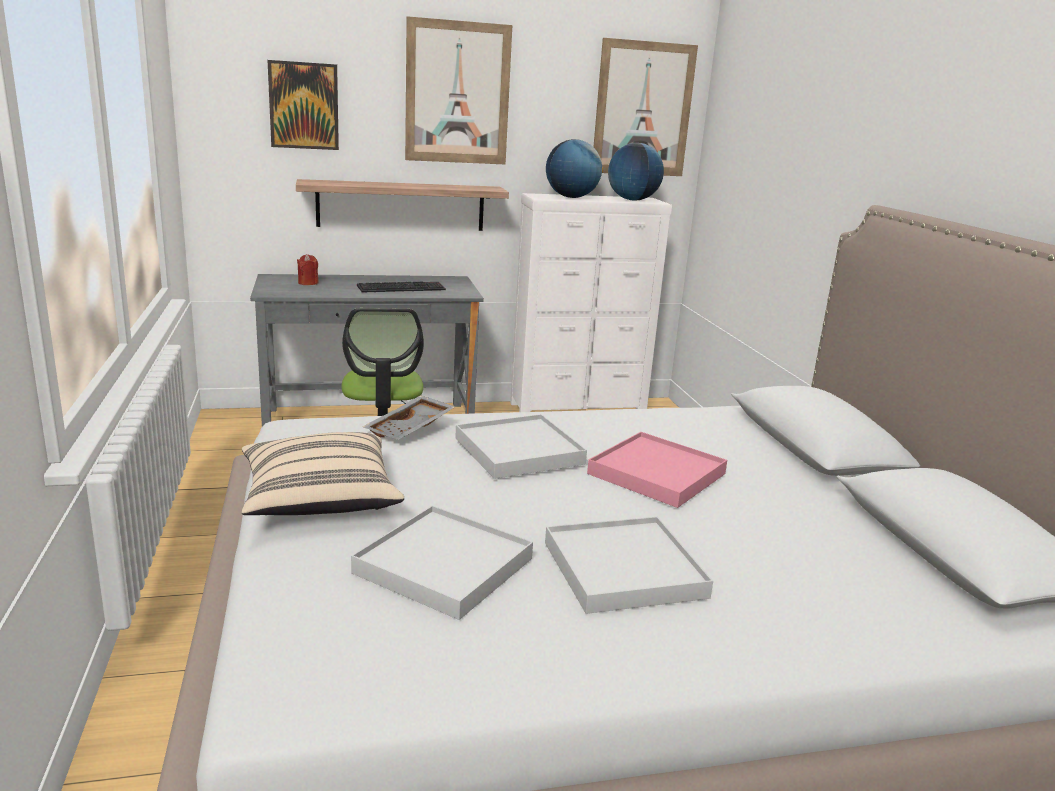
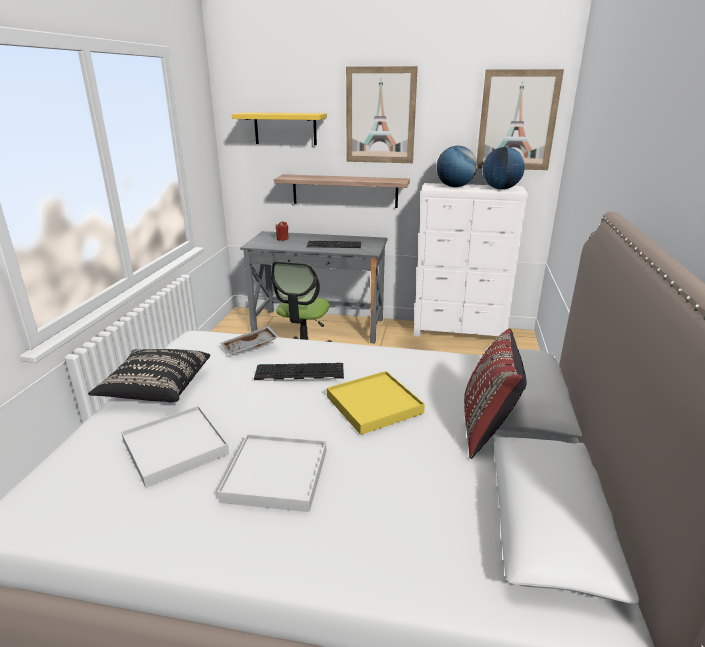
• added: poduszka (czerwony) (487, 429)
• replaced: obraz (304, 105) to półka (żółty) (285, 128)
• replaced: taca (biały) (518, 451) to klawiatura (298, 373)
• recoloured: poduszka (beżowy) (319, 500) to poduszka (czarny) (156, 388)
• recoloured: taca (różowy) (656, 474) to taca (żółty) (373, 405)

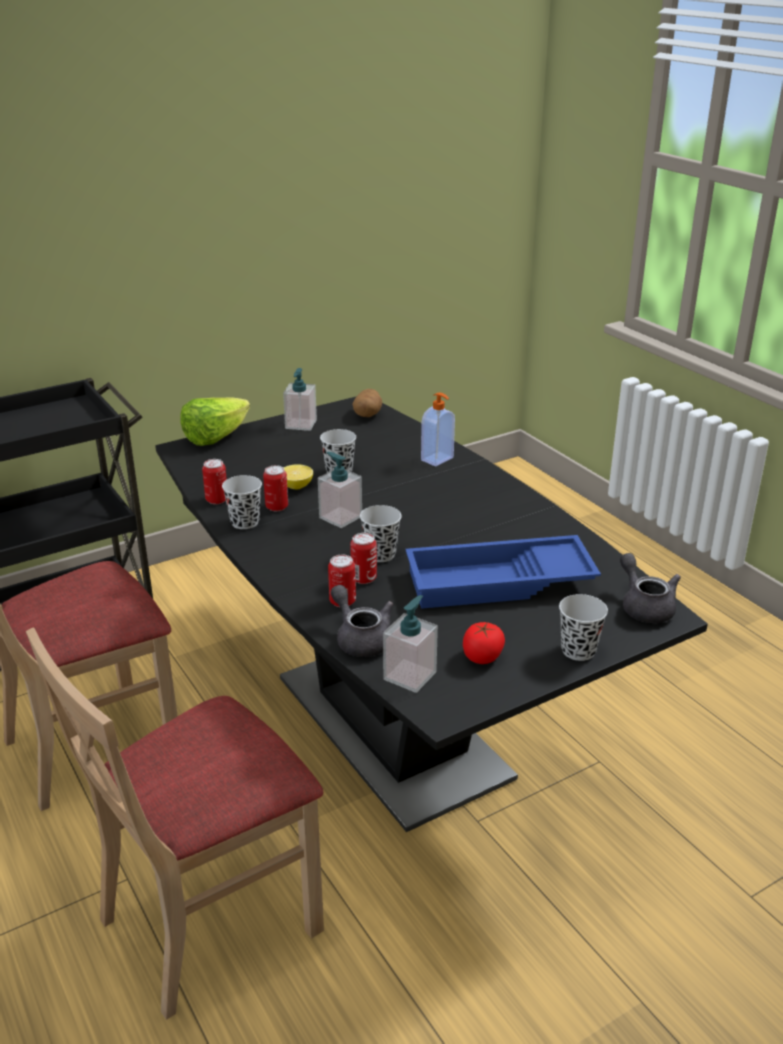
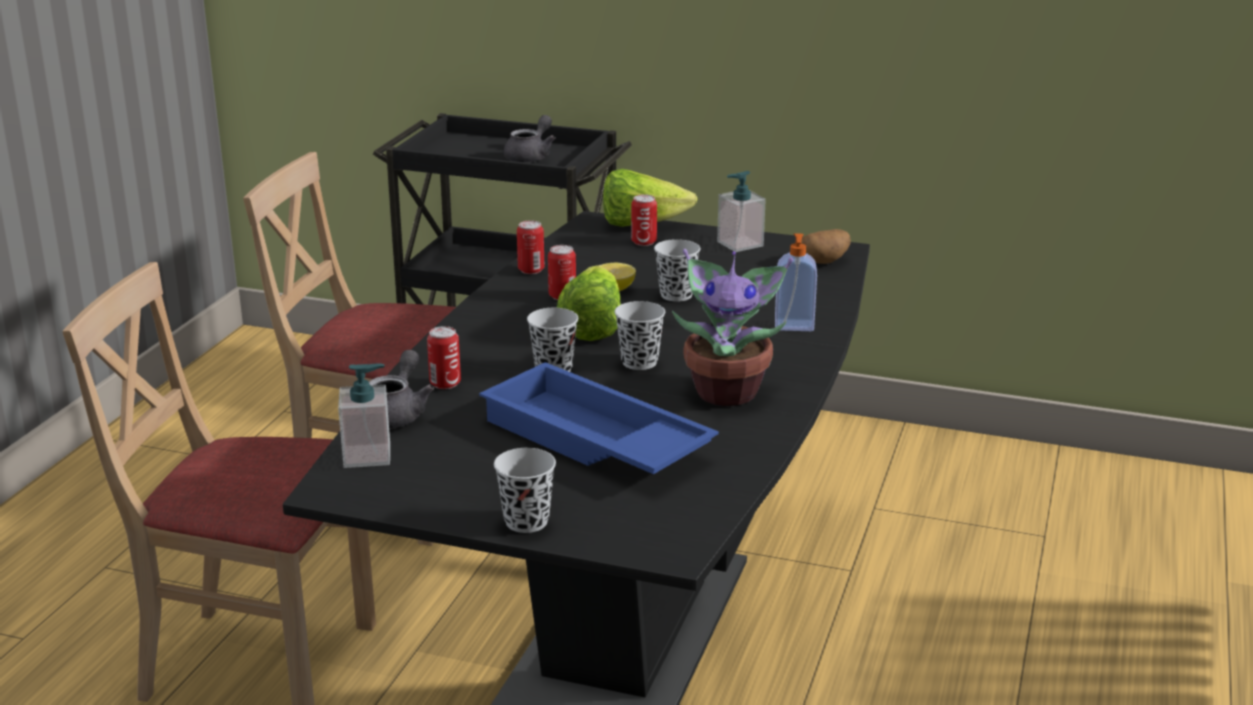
• removed: pomidor (482, 657)
• added: roślina doniczkowa (728, 391)
• moved: filiżanka (czarny) (245, 522) to (639, 362)
• moved: puszka (364, 578) to (644, 242)
• moved: imbryk (szary) (644, 606) to (531, 156)
• replaced: dozownik mydła (340, 517) to sałata (591, 327)

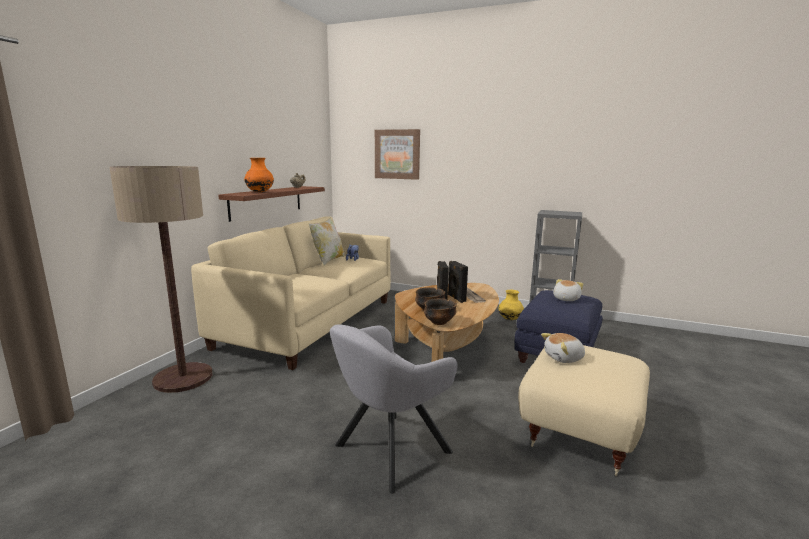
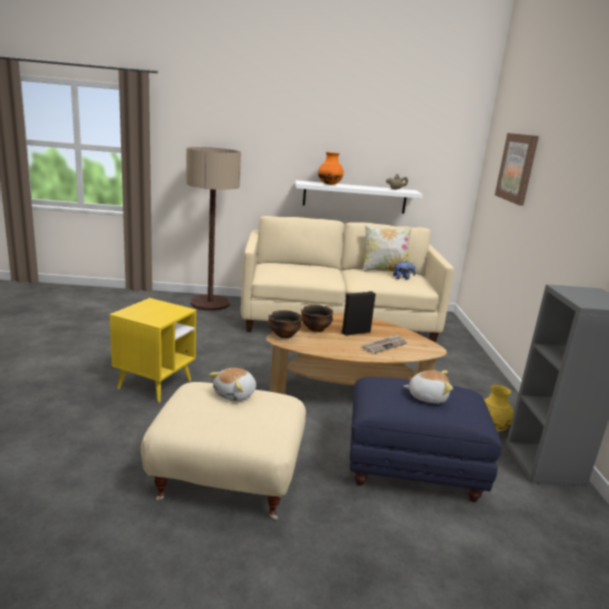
• removed: głośnik (czarny) (456, 298)
• replaced: fotel (szary) (387, 451) to stolik (żółty) (155, 384)
• recoloured: półka (brązowy) (267, 202) to półka (biały) (354, 197)
• turned: pluszak (564, 358) = (235, 395) 105 degrees counterclockwise

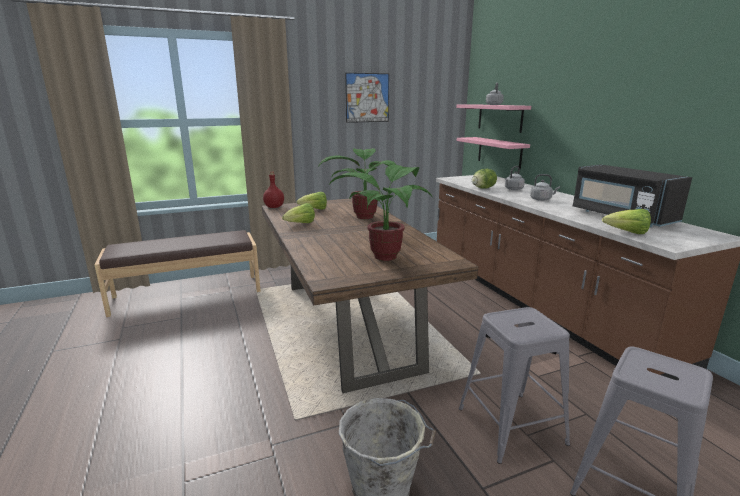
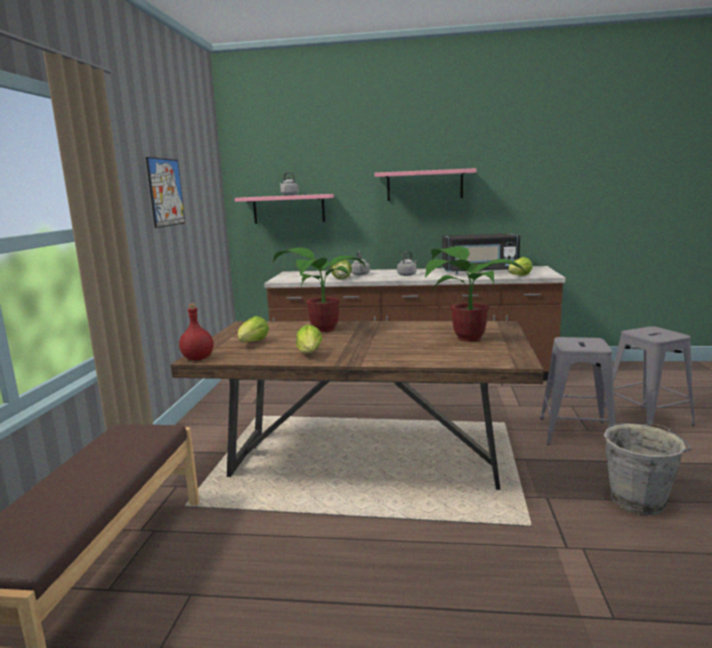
• moved: półka (różowy) (499, 152) to (424, 185)

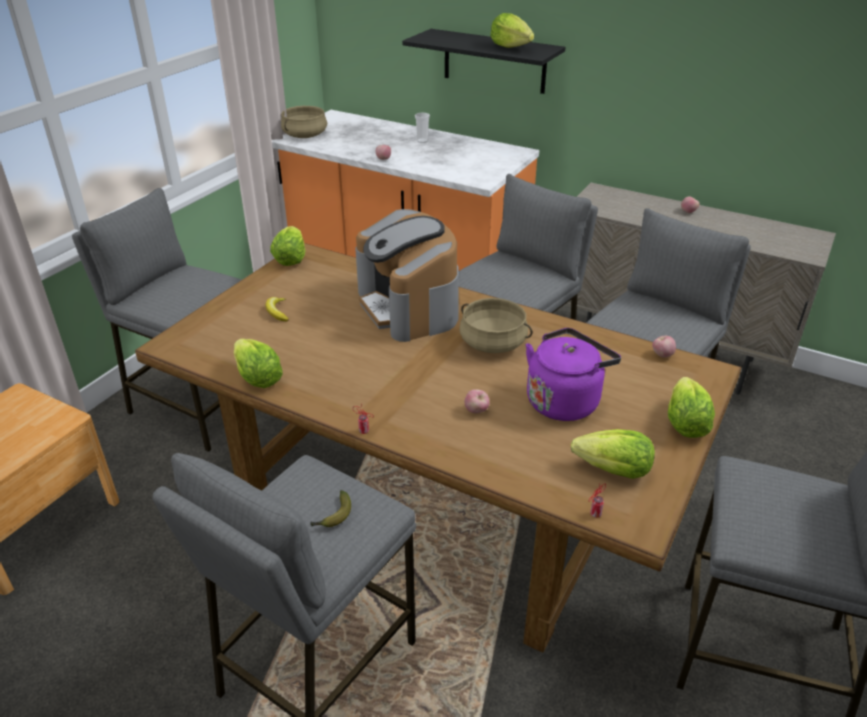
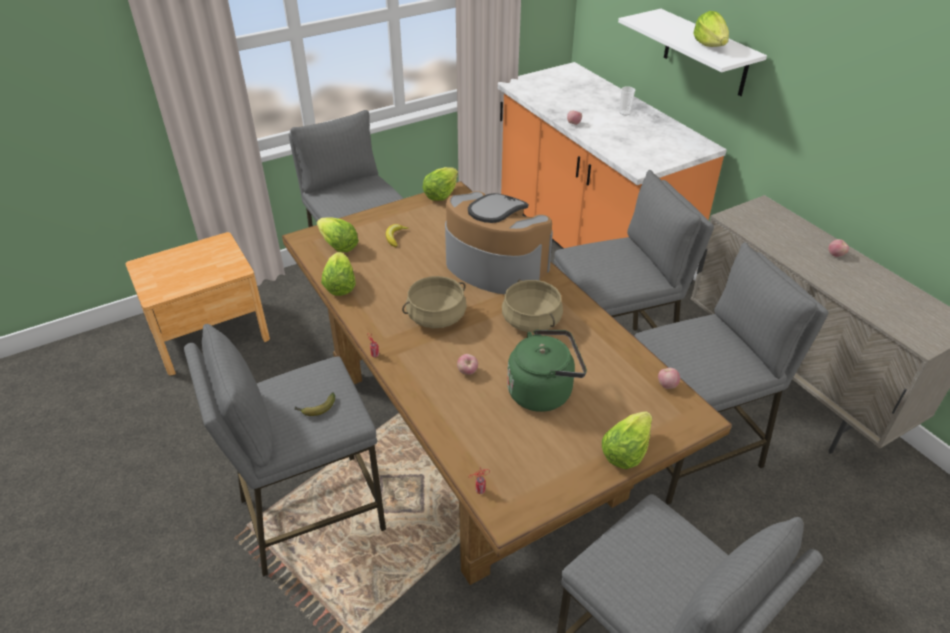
• moved: garnek (beżowy) (304, 135) to (436, 316)
• moved: sałata (614, 470) to (338, 246)
• recoloured: półka (czarny) (494, 61) to półka (biały) (705, 53)
• recoloured: czajnik (fioletowy) (565, 400) to czajnik (zielony) (543, 391)
• turned: ekspres do kawy (409, 307) = (494, 266) 120 degrees clockwise

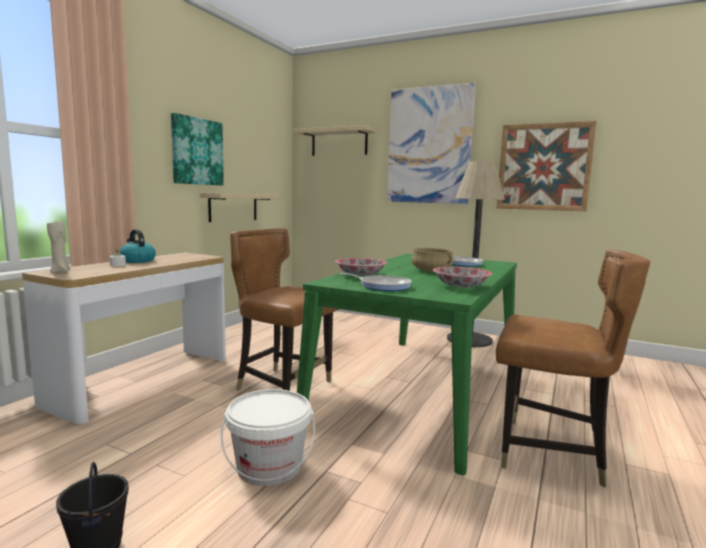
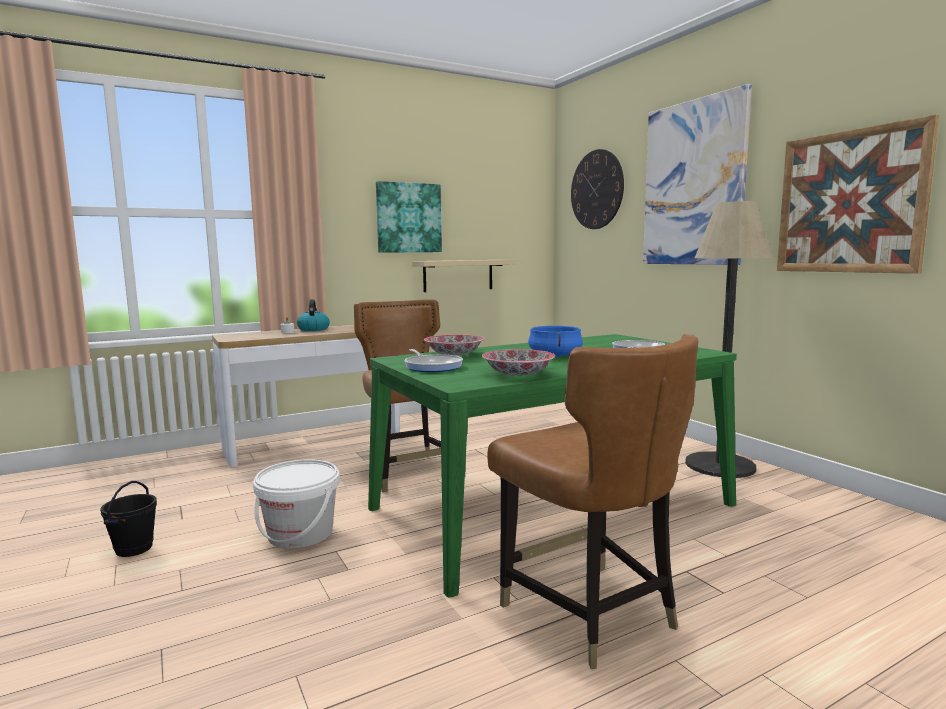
• removed: świeca (beżowy) (60, 272)
• replaced: półka (beżowy) (339, 142) to zegar ścienny (597, 189)
• recoloured: garnek (beżowy) (432, 271) to garnek (niebieski) (555, 356)

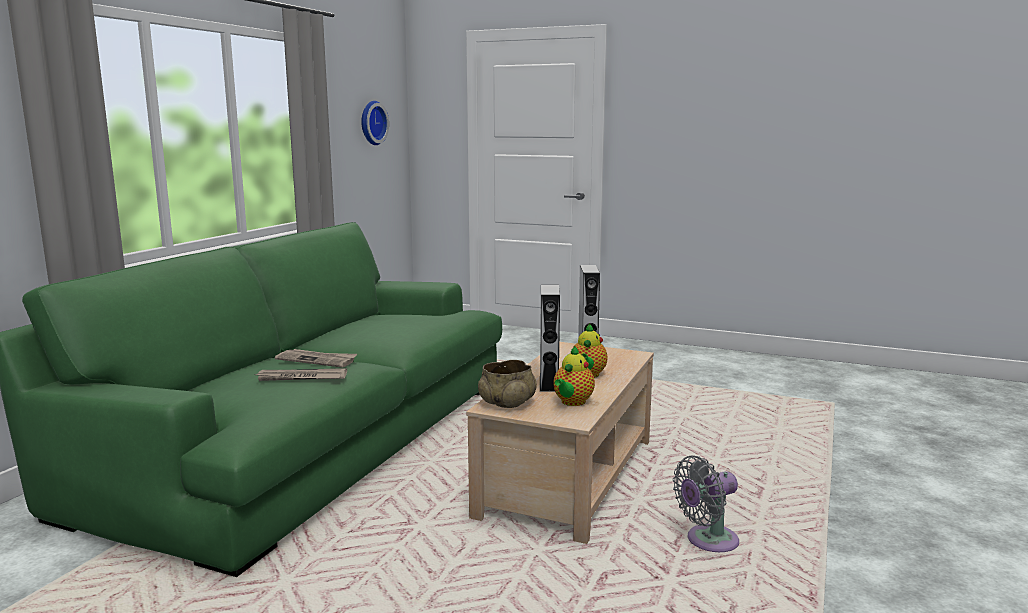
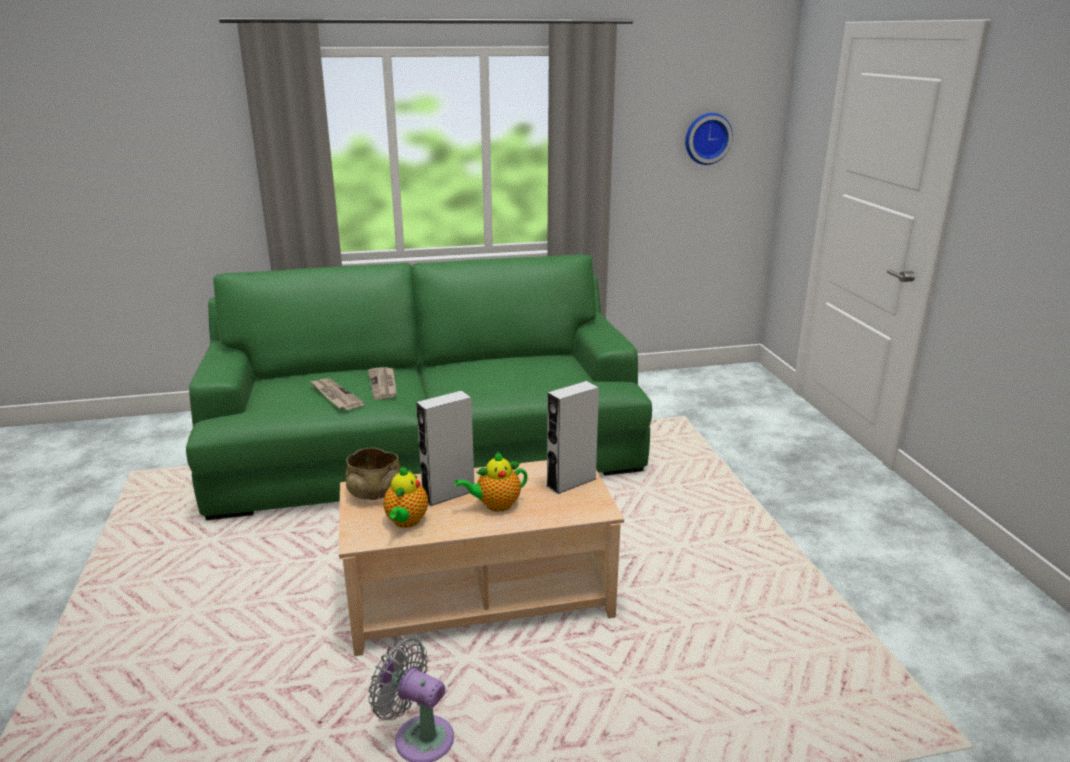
• turned: imbryk (572, 402) = (406, 522) 75 degrees counterclockwise

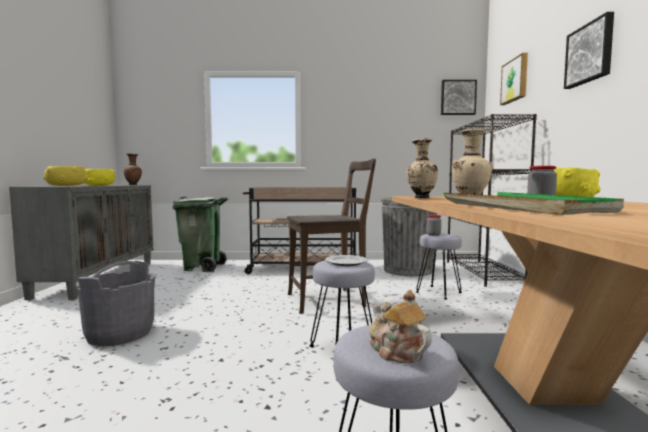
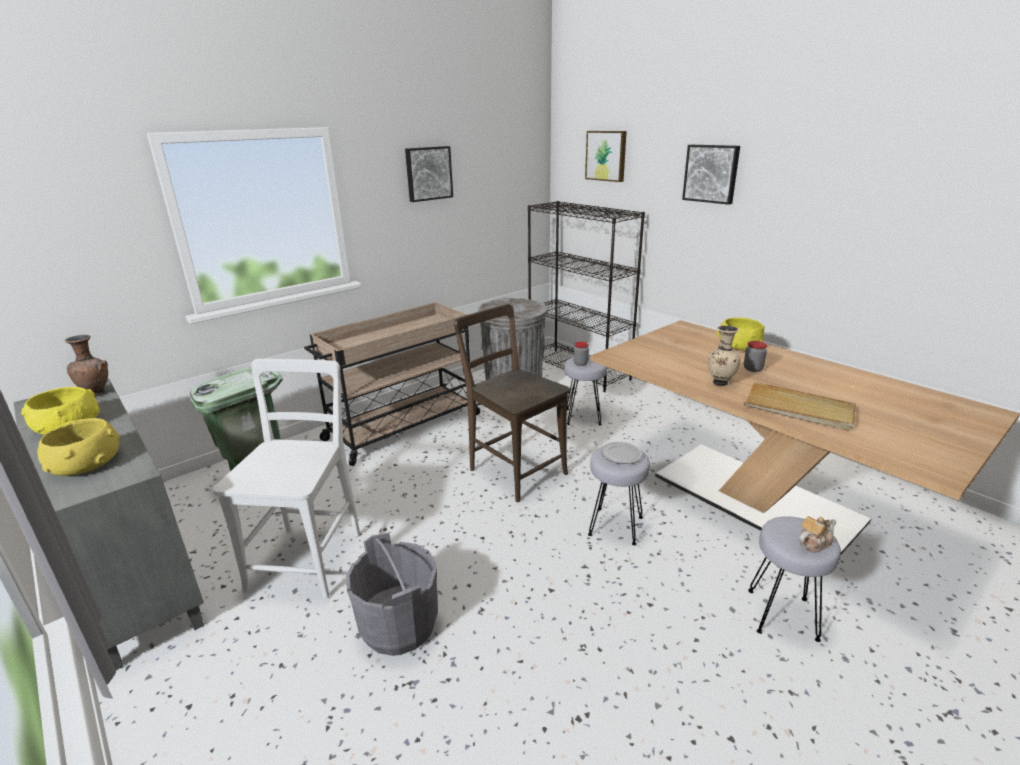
• removed: wazon (beżowy) (420, 198)
• added: krzesło (biały) (309, 556)
• moved: obraz (457, 98) to (428, 173)
• recoloured: taca (zielony) (522, 208) to taca (beżowy) (798, 410)
• turned: krzesło (brązowy) (330, 300) = (514, 469) 75 degrees counterclockwise
• turned: imbryk (395, 351) = (813, 543) 135 degrees clockwise

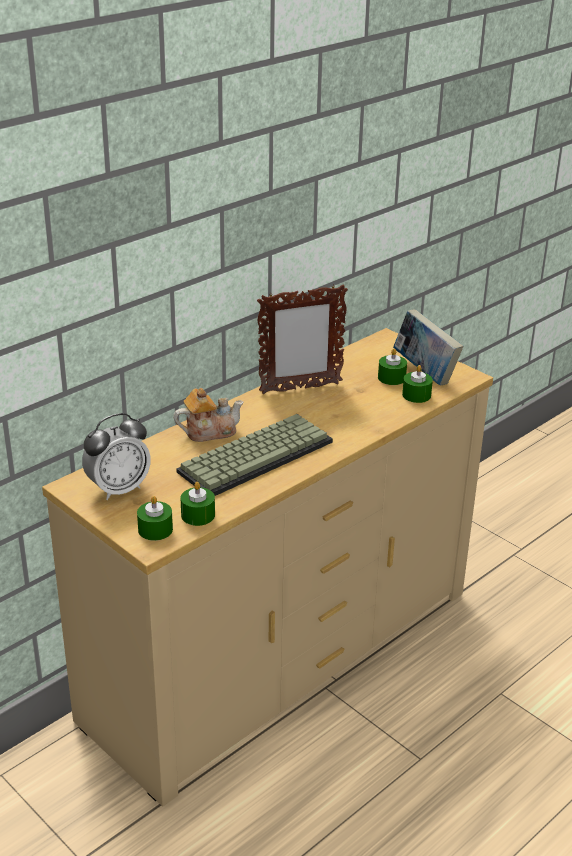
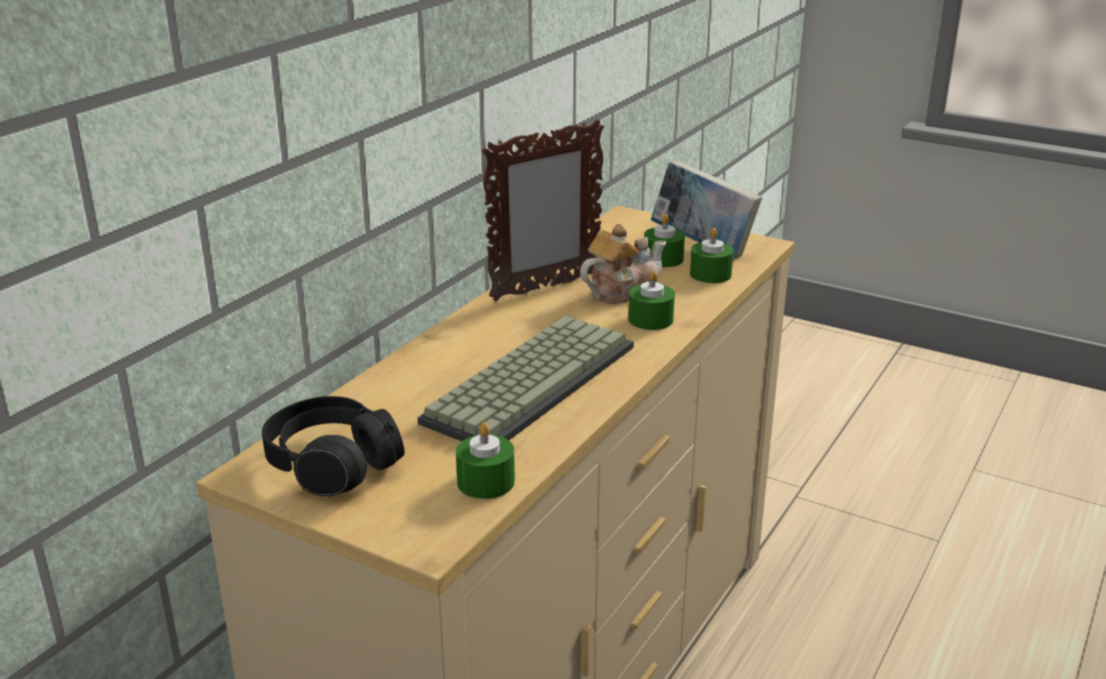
• moved: świeca (zielony) (155, 529) to (650, 319)
• moved: imbryk (209, 432) to (622, 291)
• replaced: budzik (118, 489) to słuchawki (czarny) (333, 464)

